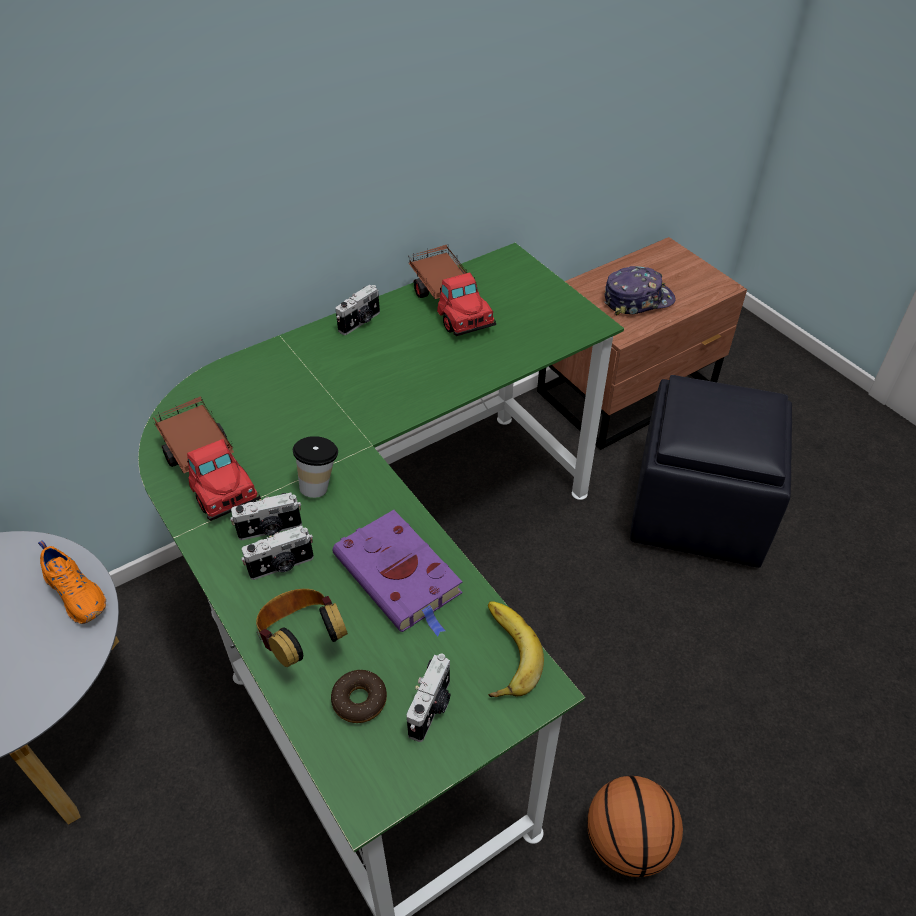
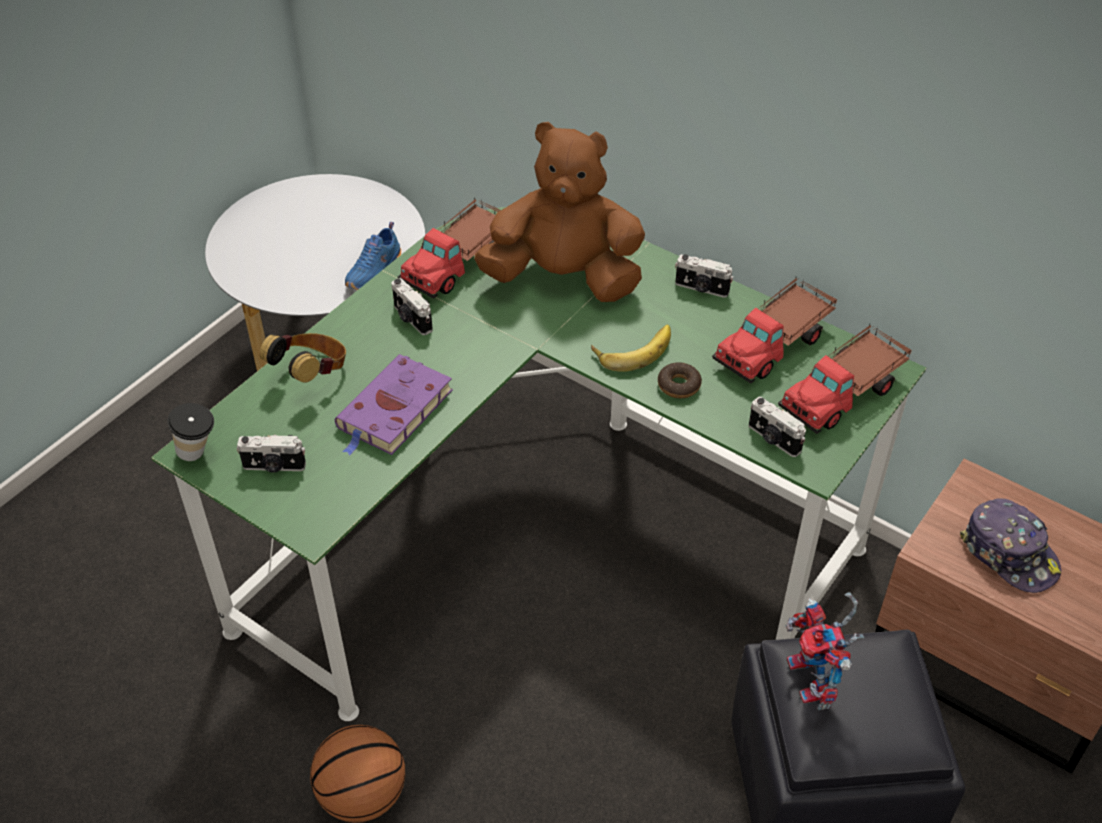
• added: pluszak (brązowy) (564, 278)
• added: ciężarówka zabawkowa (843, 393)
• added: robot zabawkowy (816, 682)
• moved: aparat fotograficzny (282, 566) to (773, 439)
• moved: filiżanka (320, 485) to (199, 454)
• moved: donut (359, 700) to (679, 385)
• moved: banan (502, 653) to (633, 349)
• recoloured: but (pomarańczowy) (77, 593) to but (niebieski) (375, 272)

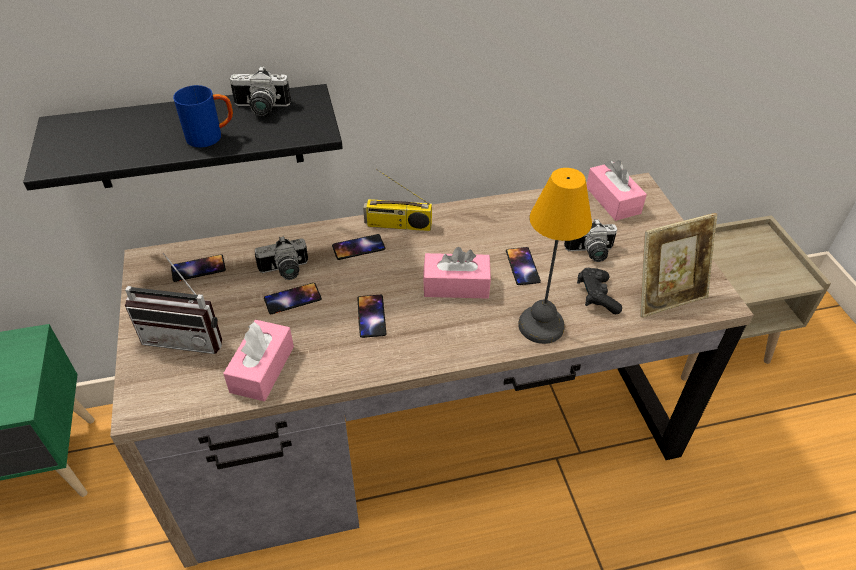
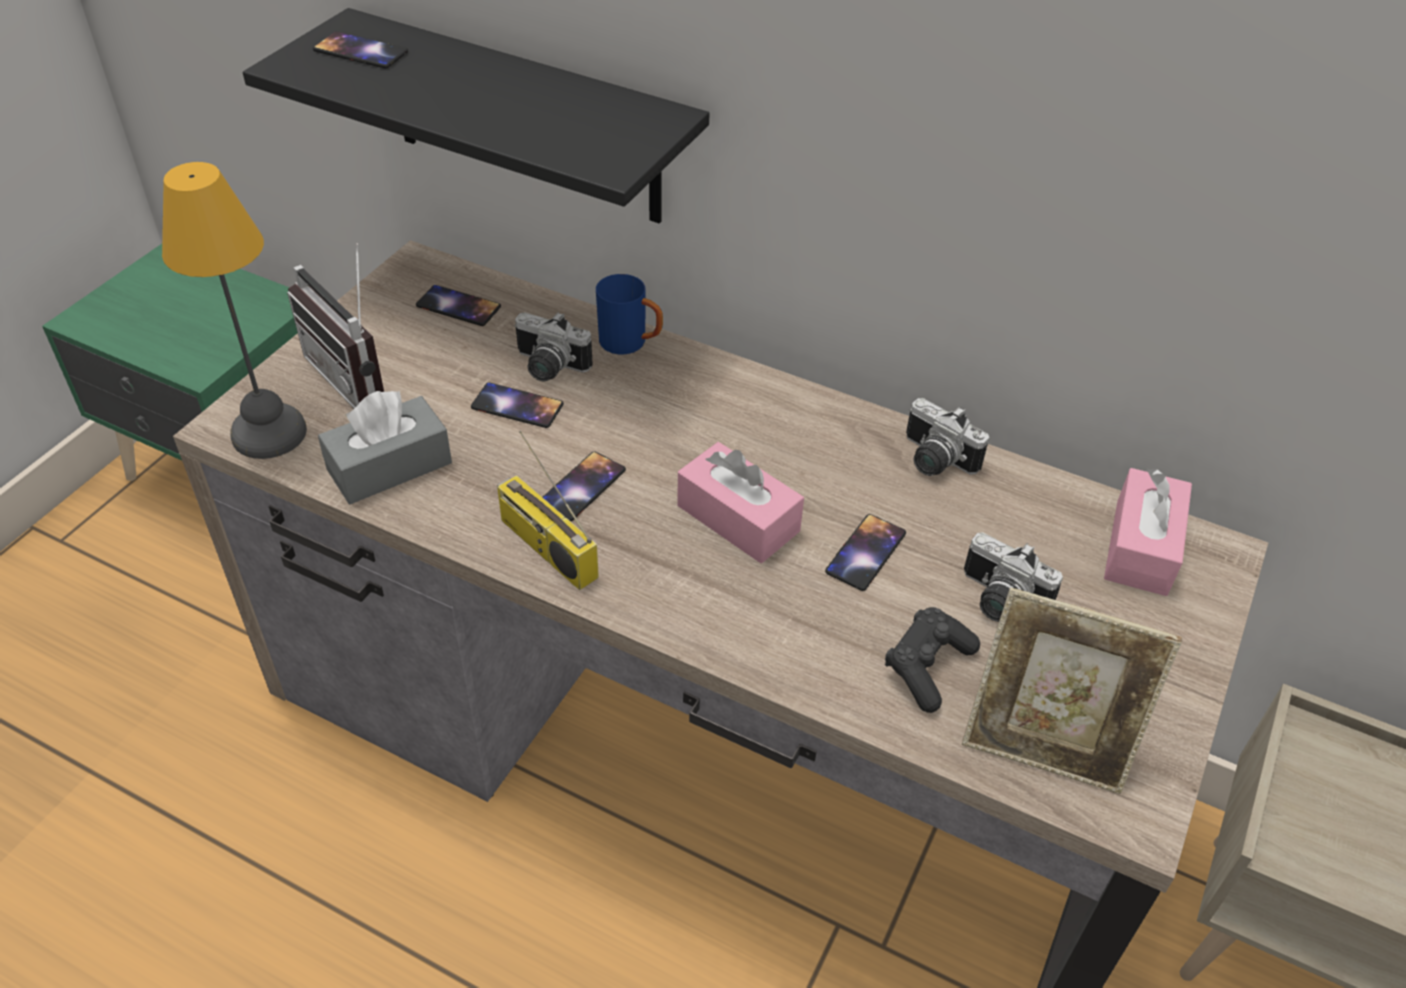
• moved: kubek (niebieski) (211, 136) to (631, 343)
• moved: aparat fotograficzny (261, 109) to (933, 460)
• moved: telefon (358, 247) to (360, 51)
• moved: radio (397, 225) to (545, 548)
• moved: lampa stołowa (542, 325) to (271, 433)
• recoloured: pudełko chusteczek (różowy) (262, 369) to pudełko chusteczek (szary) (389, 466)

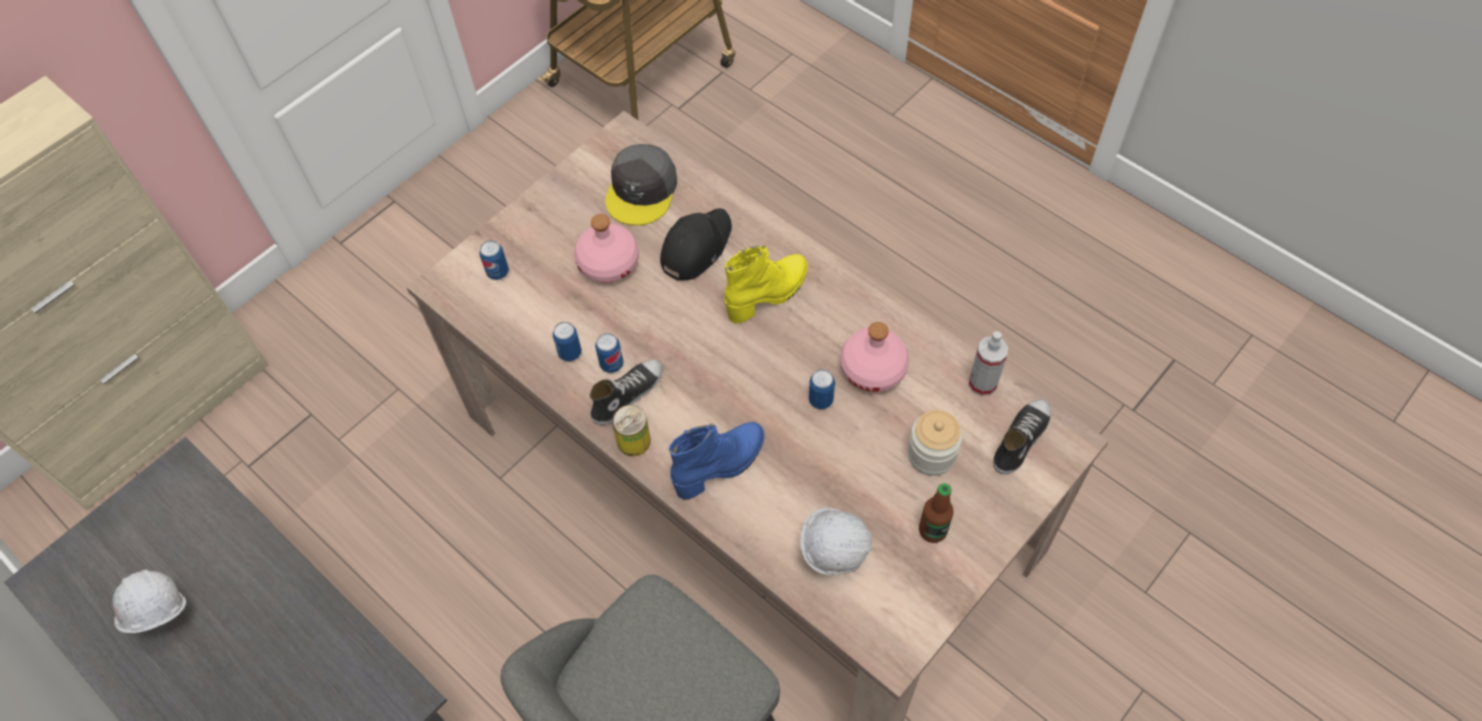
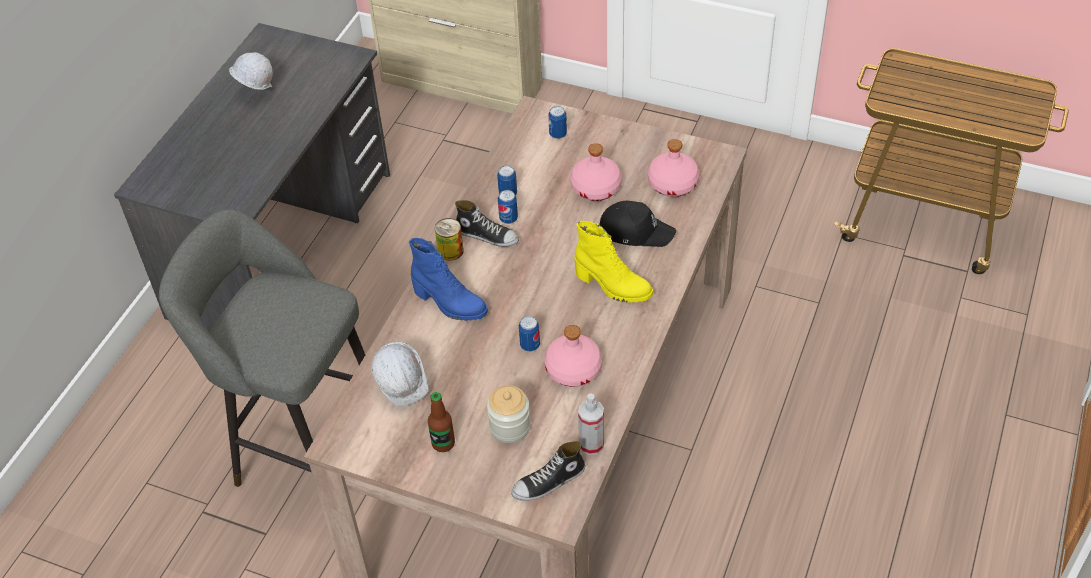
• replaced: czapka z daszkiem (szary) (642, 190) to butelka (różowy) (673, 184)
• turned: but (1020, 439) = (549, 482) 135 degrees clockwise

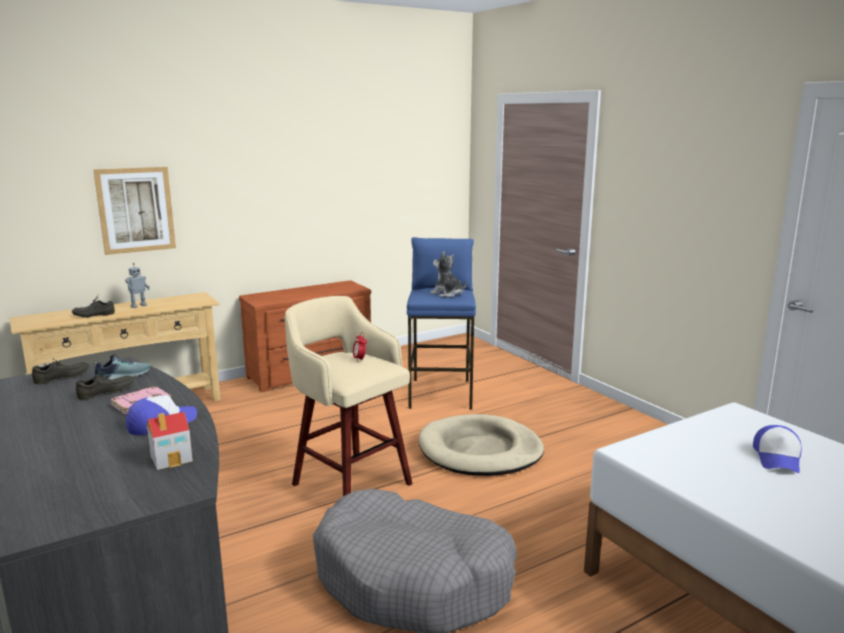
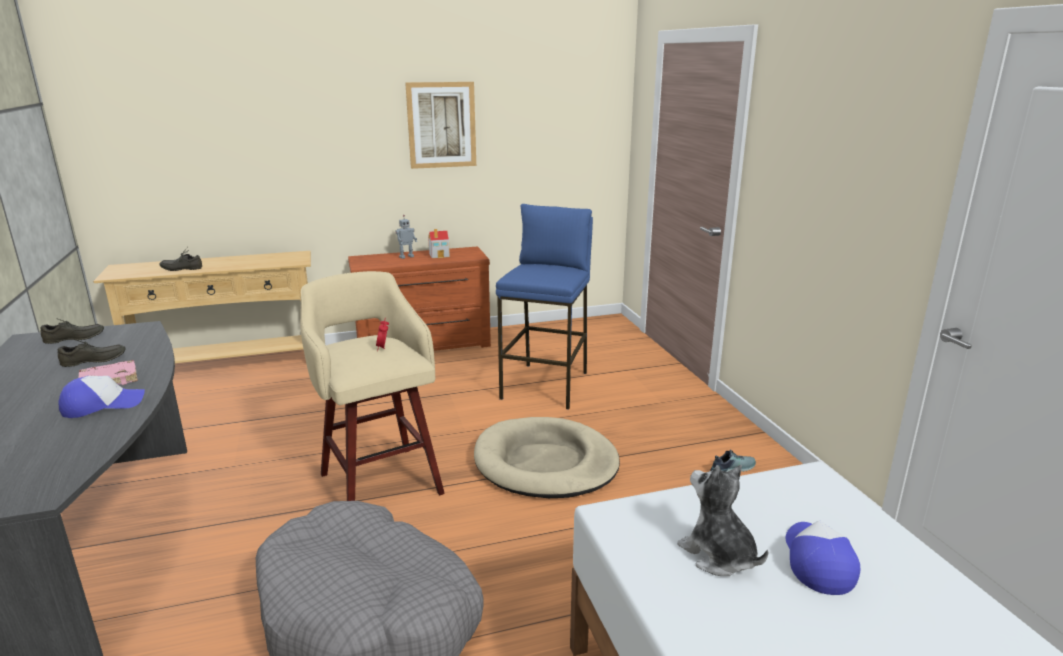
• moved: obraz (136, 210) to (441, 125)
• moved: but (122, 376) to (731, 468)
• moved: robot zabawkowy (138, 306) to (406, 257)
• moved: domek (172, 458) to (439, 255)
• moved: pluszak (447, 294) to (718, 555)
• turned: czapka z daszkiem (777, 458) = (817, 562) 150 degrees clockwise

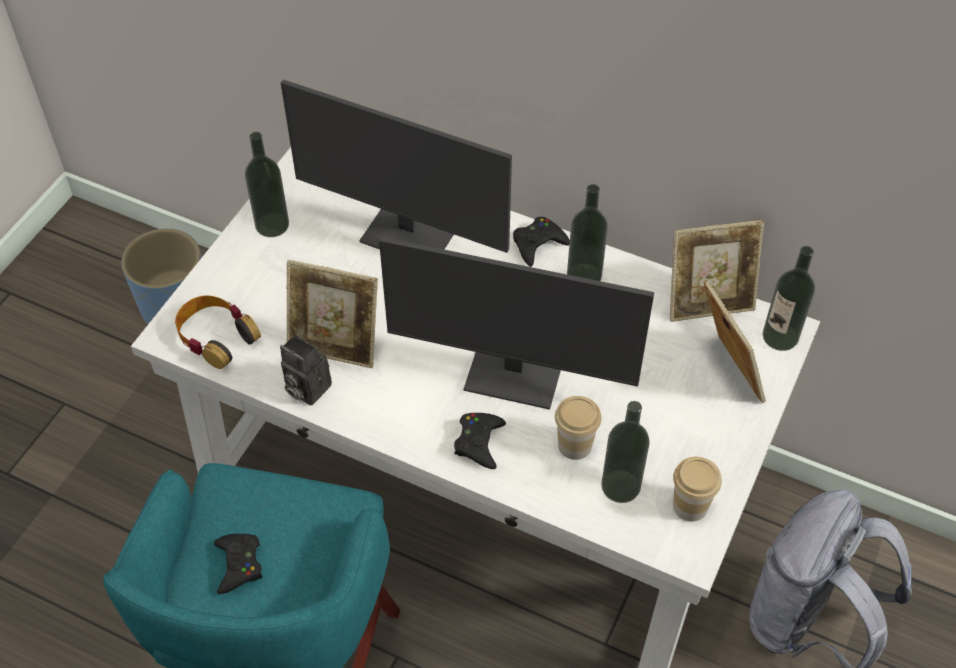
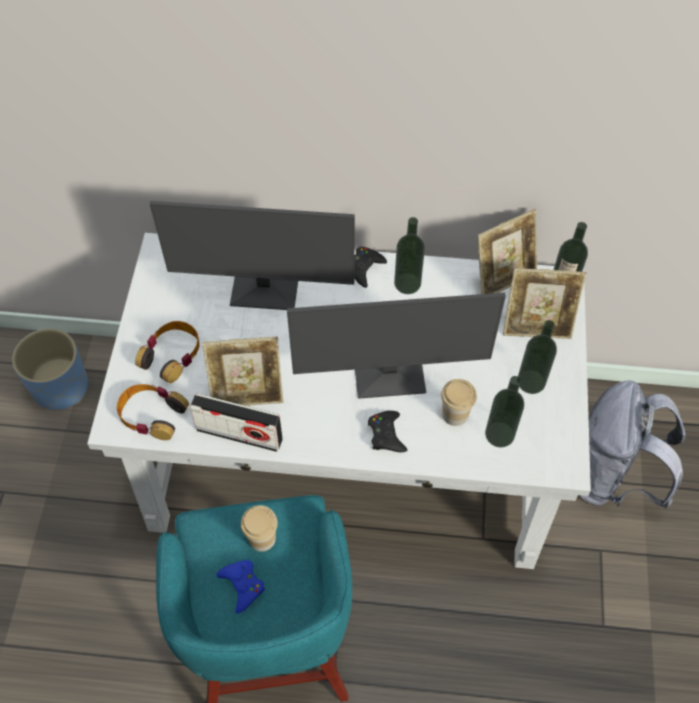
• added: słuchawki (172, 355)
• moved: butelka (272, 225) to (531, 381)
• moved: filiżanka (690, 506) to (262, 538)
• replaced: aparat fotograficzny (305, 388) to radio (239, 434)
• recoloured: pad do gier (czarny) (239, 564) to pad do gier (niebieski) (242, 585)
• turned: ramka na zdjęcie (726, 372) = (537, 326) 135 degrees clockwise

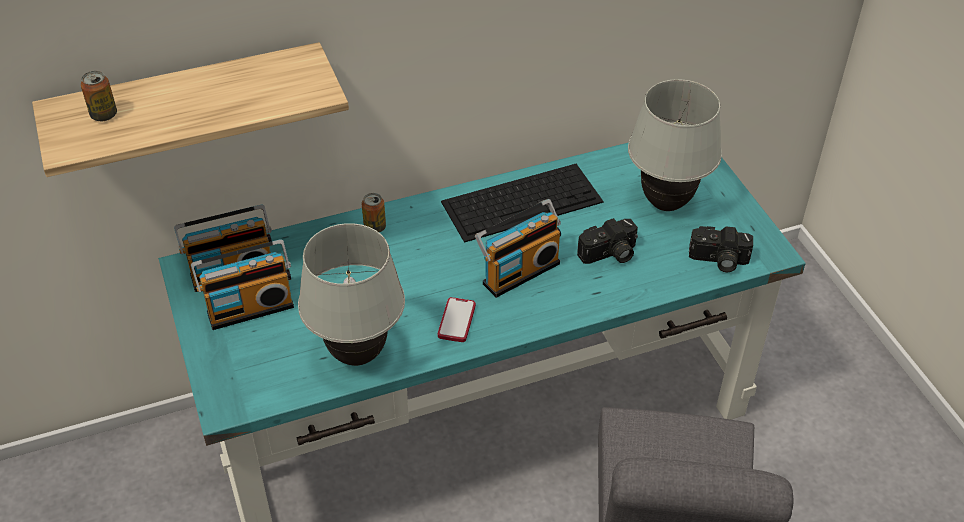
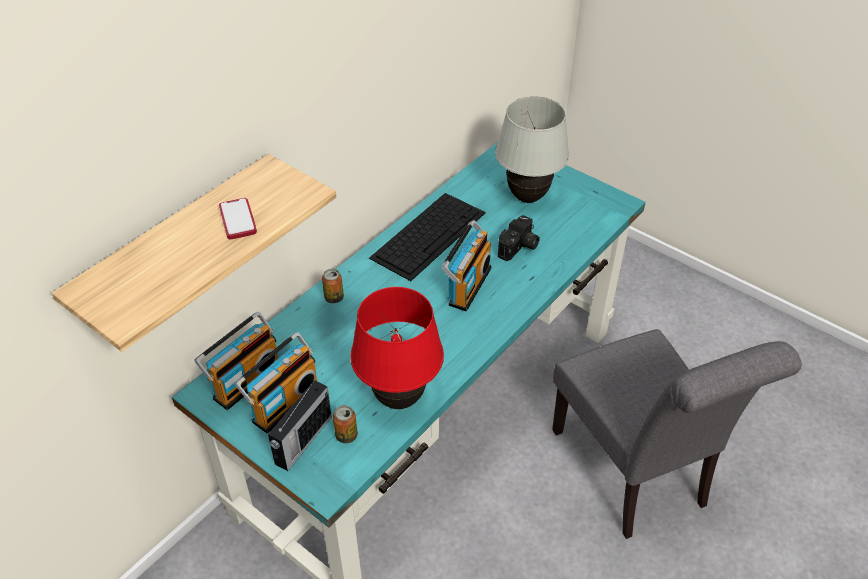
• removed: aparat fotograficzny (718, 260)
• added: radio (302, 441)
• moved: puszka (104, 115) to (346, 435)
• moved: telefon (456, 321) to (238, 220)
• recoloured: lampa stołowa (biały) (356, 355) to lampa stołowa (czerwony) (398, 399)

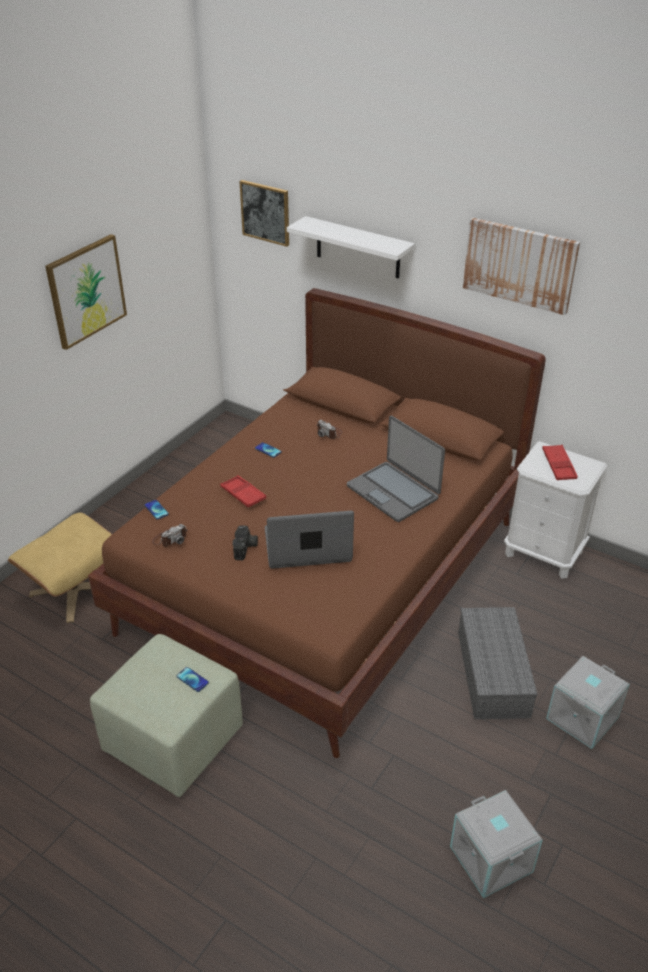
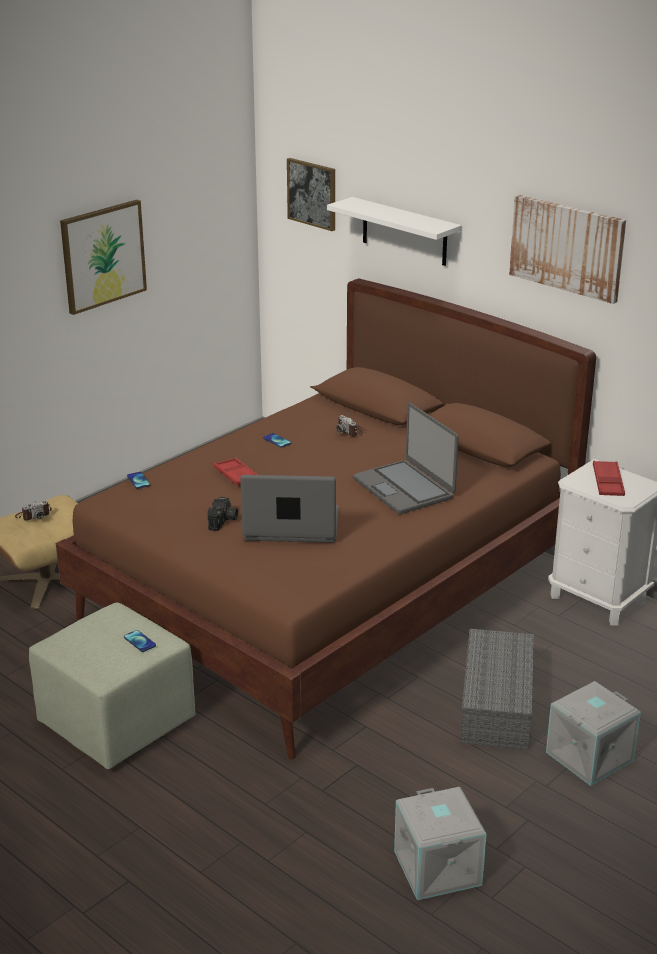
• moved: aparat fotograficzny (170, 538) to (33, 515)

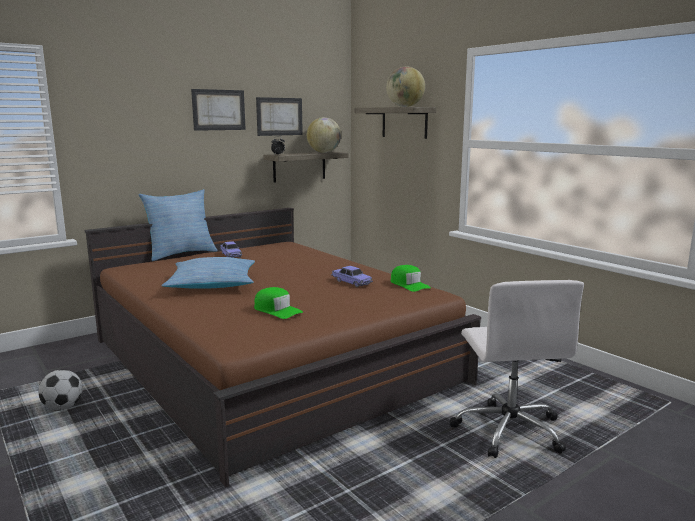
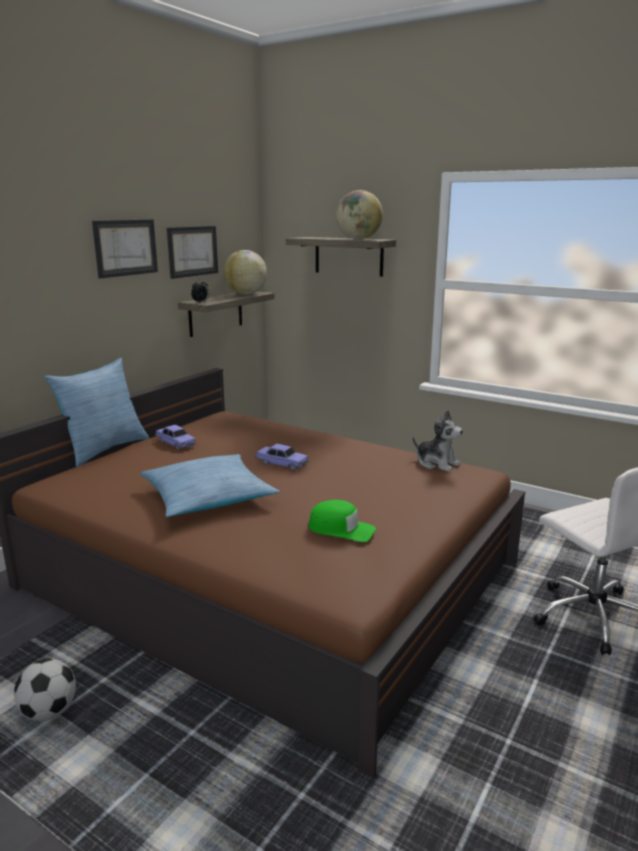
• moved: samochodzik (351, 282) to (282, 463)
• replaced: czapka z daszkiem (zielony) (409, 285) to pluszak (437, 463)

